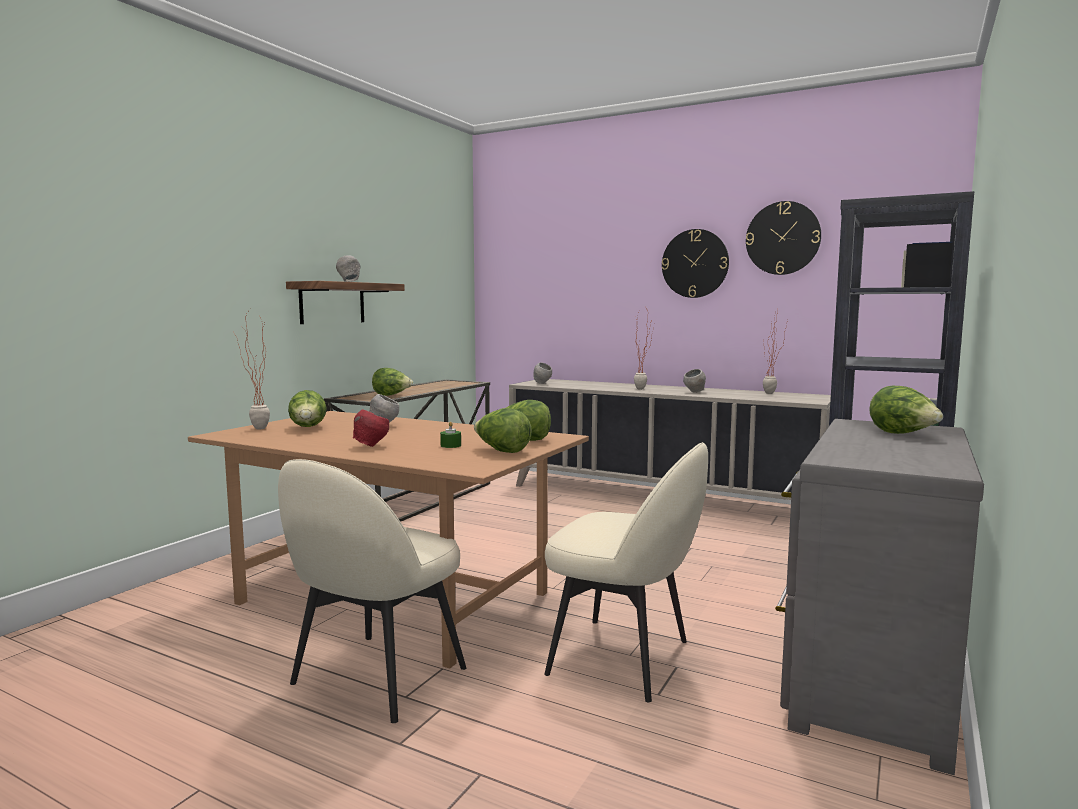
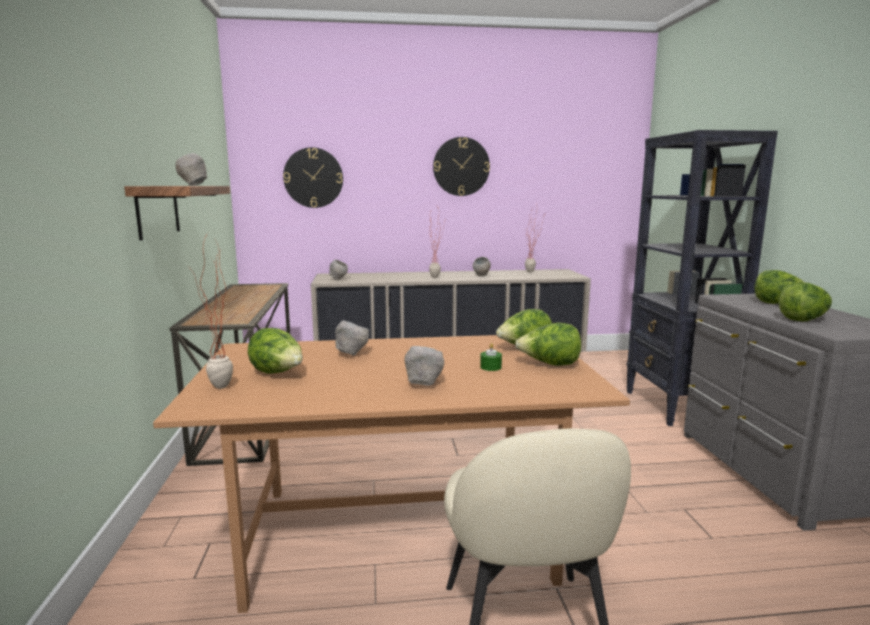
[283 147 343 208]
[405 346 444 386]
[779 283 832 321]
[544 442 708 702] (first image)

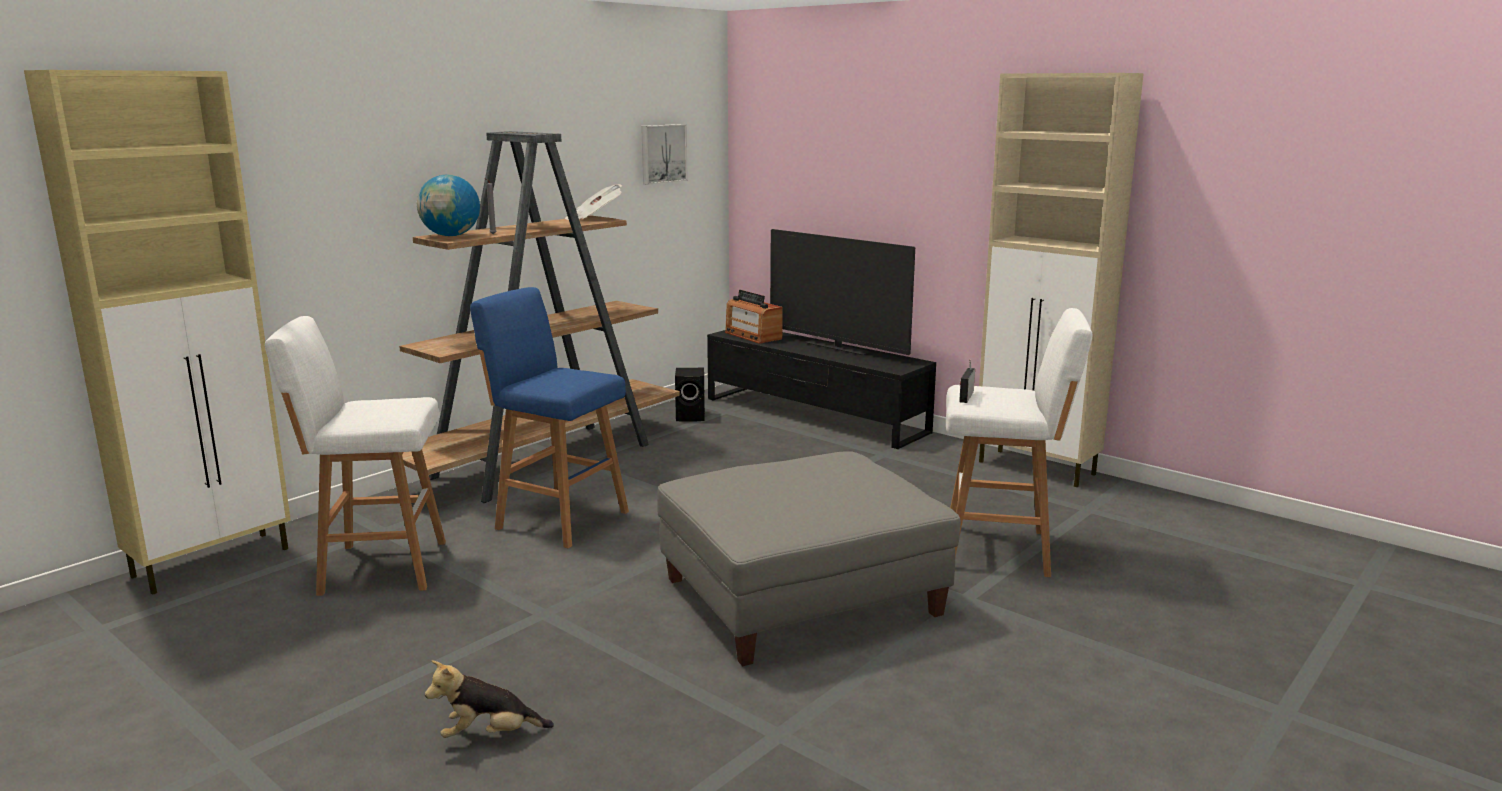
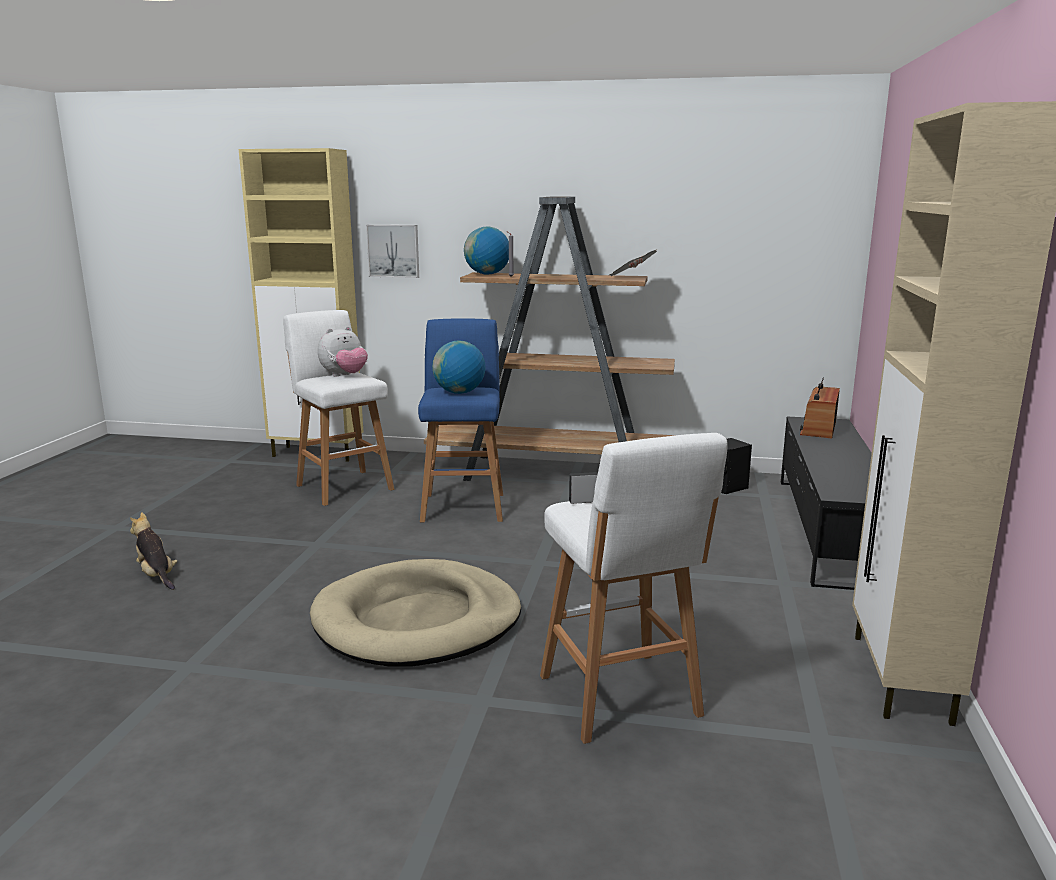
[310 559 521 667]
[318 326 368 376]
[366 224 419 278]
[432 340 485 394]
[770 229 915 355] (first image)

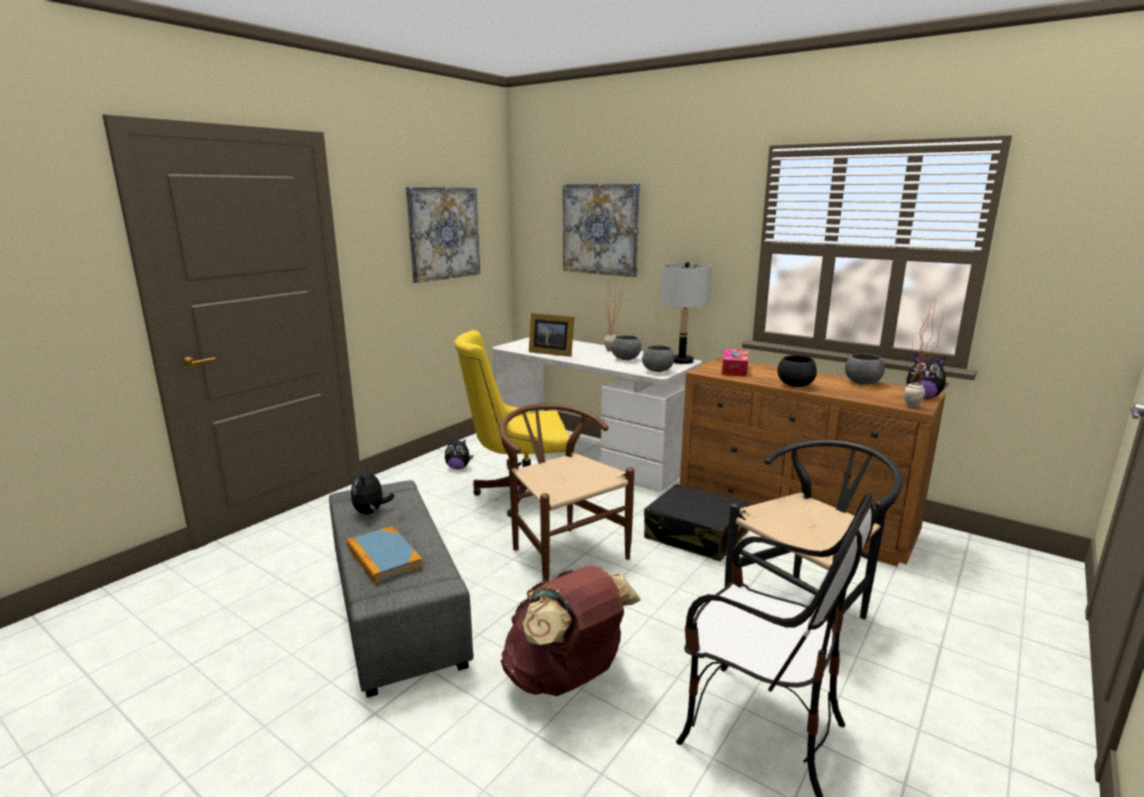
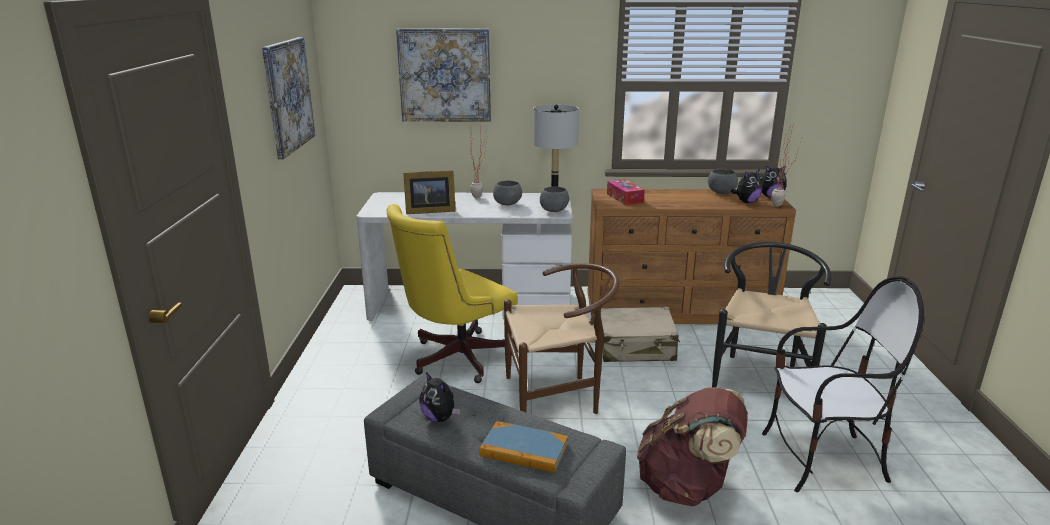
[504 263 620 414]
[601 307 680 362]
[731 169 762 203]
[777 355 817 387] (first image)

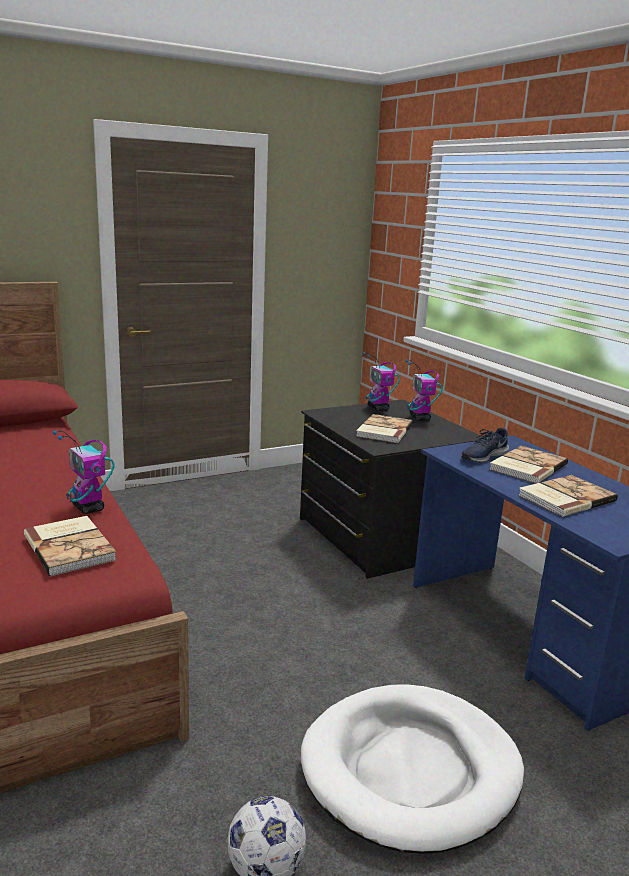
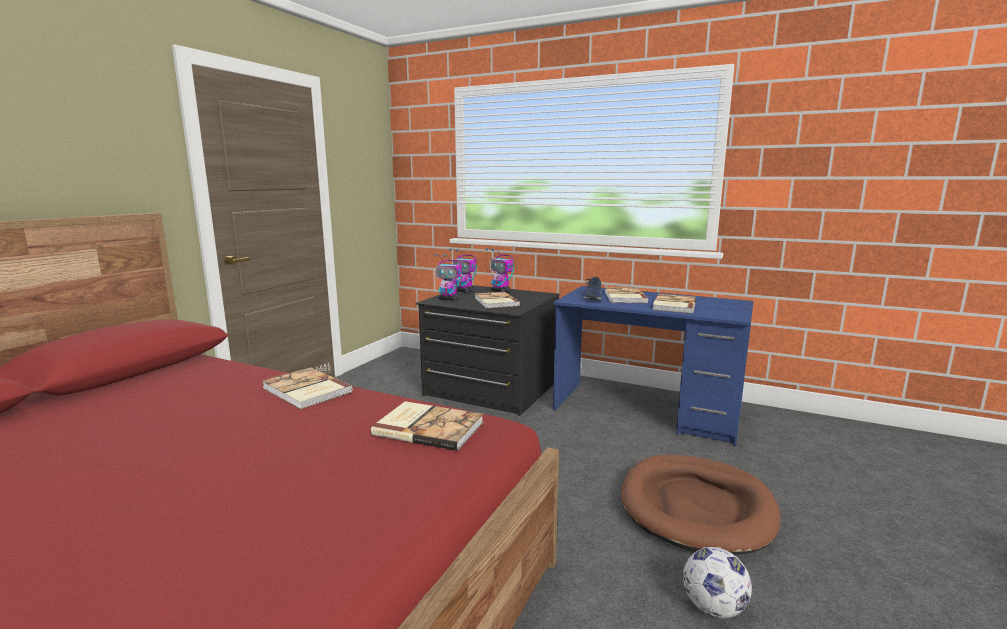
[262 367 352 410]
[434 254 462 301]
[621 455 781 555]

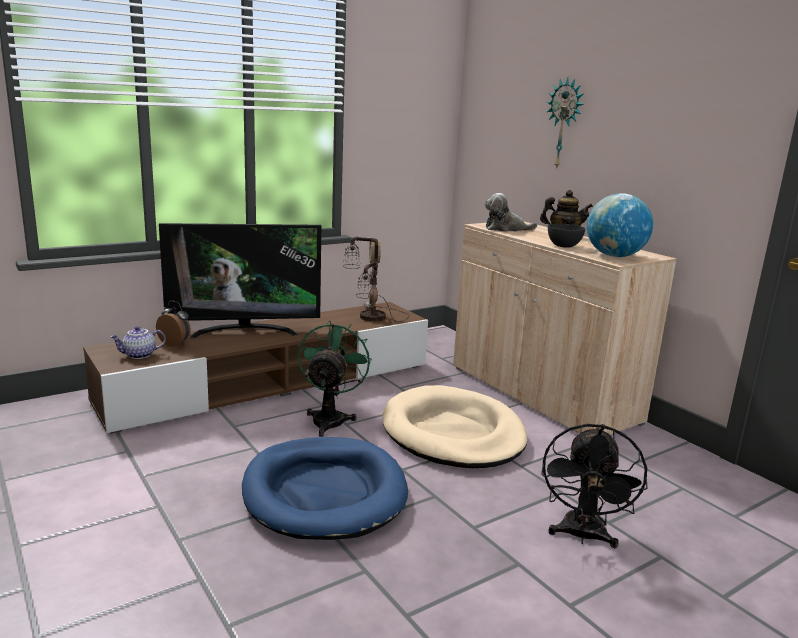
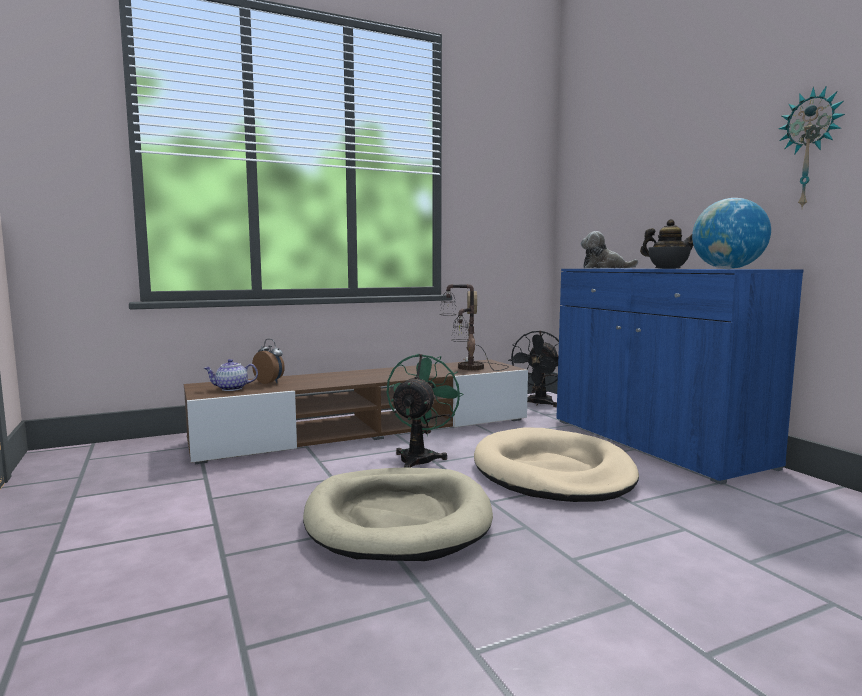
[303 467 493 561]
[508 331 559 407]
[556 269 803 484]
[779 86 845 210]
[159 223 321 339] (first image)

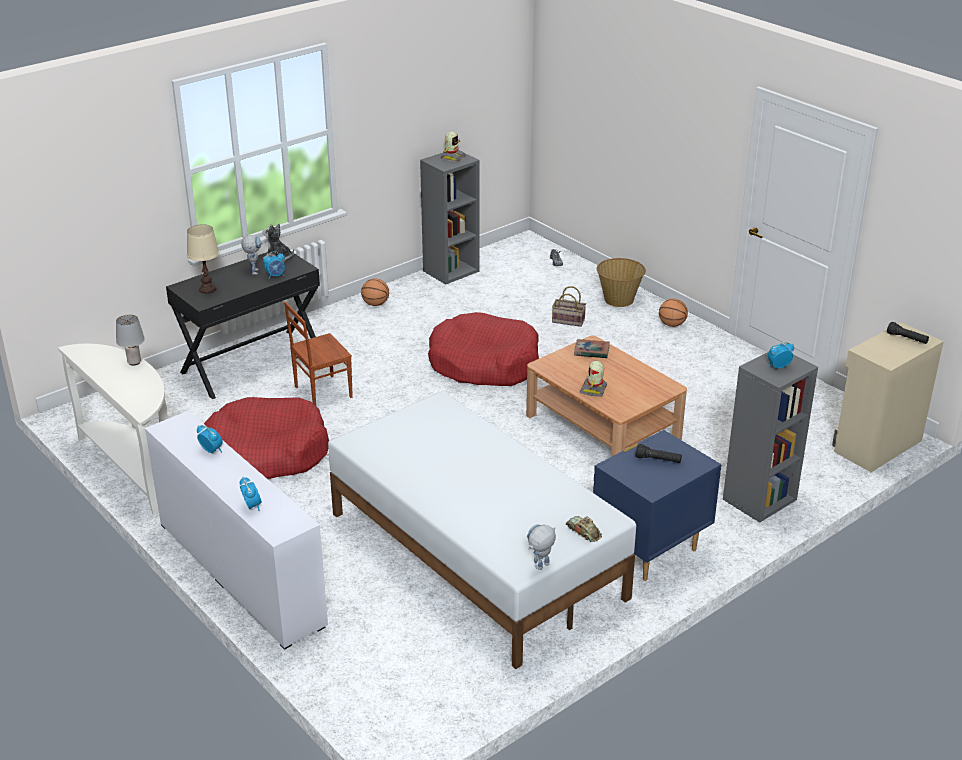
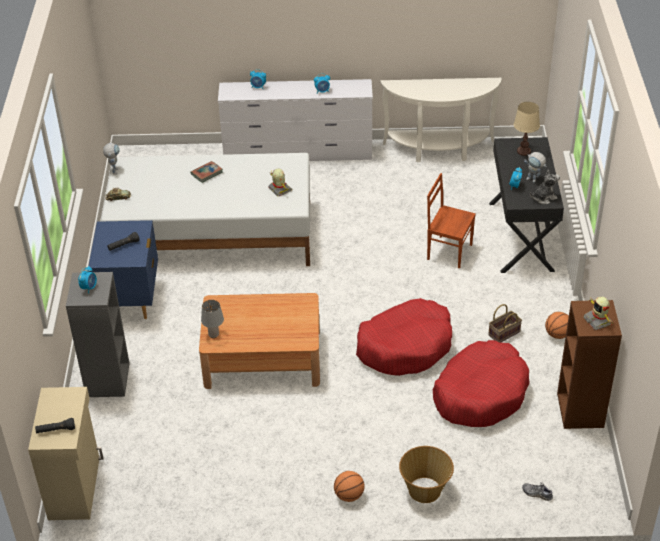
[190 161 223 183]
[201 300 224 338]
[268 169 292 197]
[427 173 476 268]
[433 340 530 427]
[488 304 522 343]
[557 300 622 429]

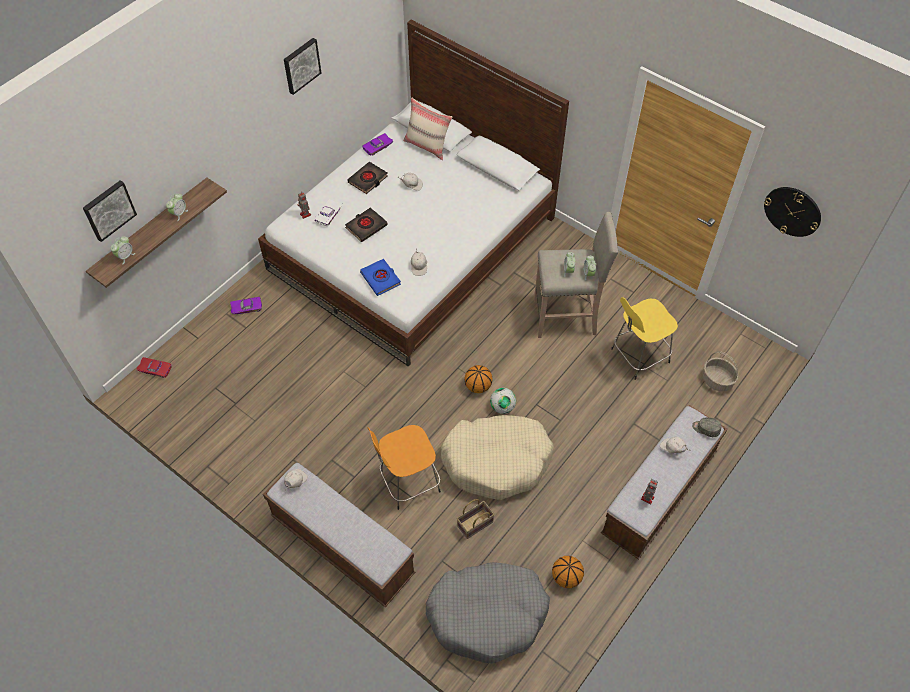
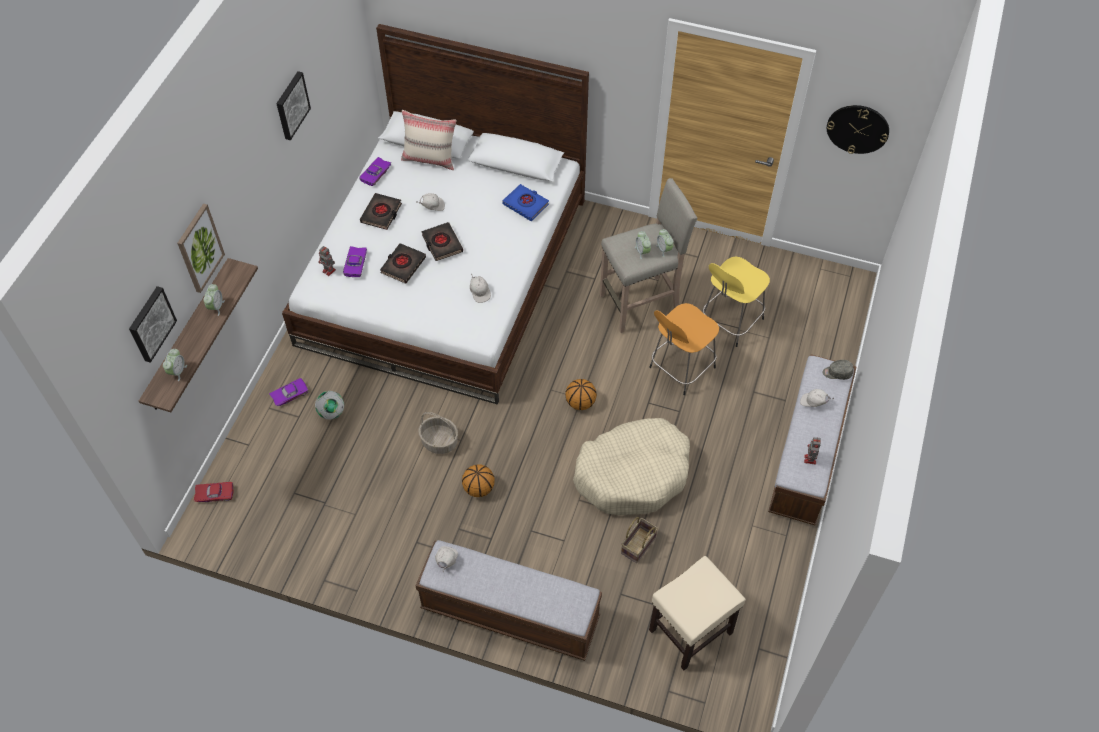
[177 204 225 293]
[315 391 344 420]
[343 246 367 277]
[418 412 458 454]
[421 222 463 261]
[462 464 495 497]
[502 184 549 221]
[649 303 719 395]
[649 556 746 670]

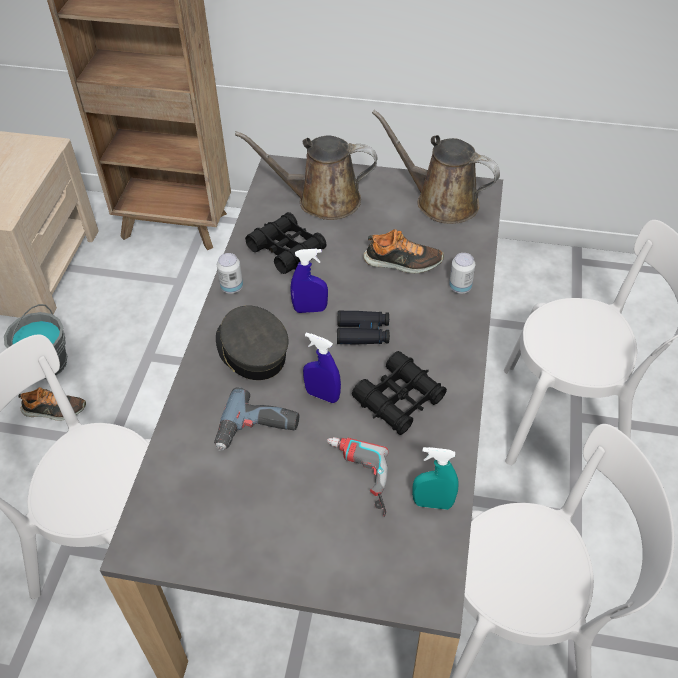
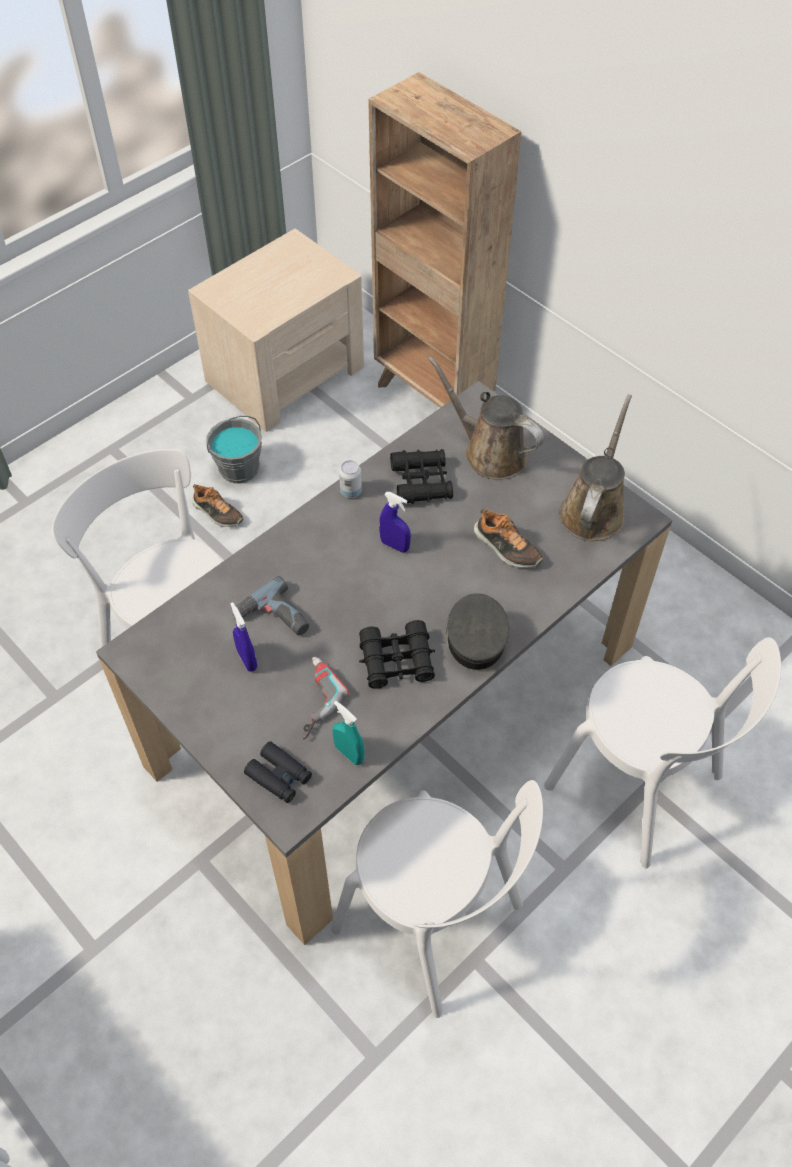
[230 602 257 672]
[244 741 312 803]
[446 593 509 670]
[559 395 632 541]
[449 253 475 294] (first image)

